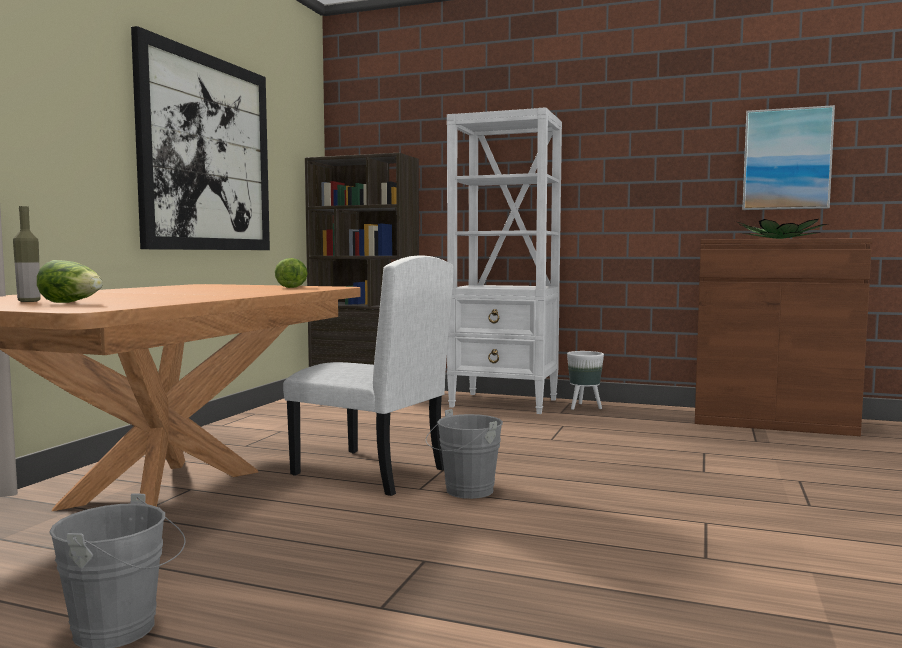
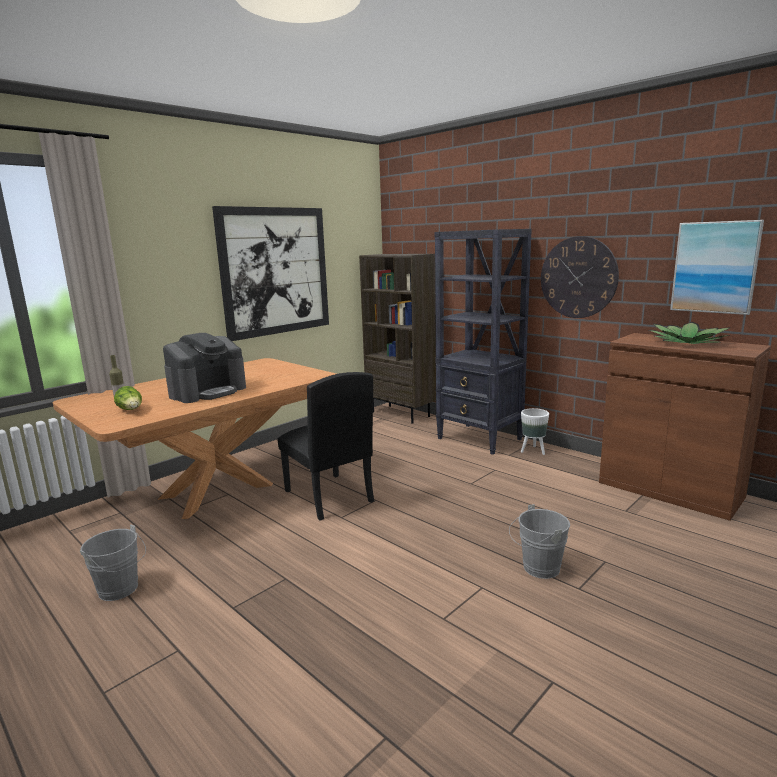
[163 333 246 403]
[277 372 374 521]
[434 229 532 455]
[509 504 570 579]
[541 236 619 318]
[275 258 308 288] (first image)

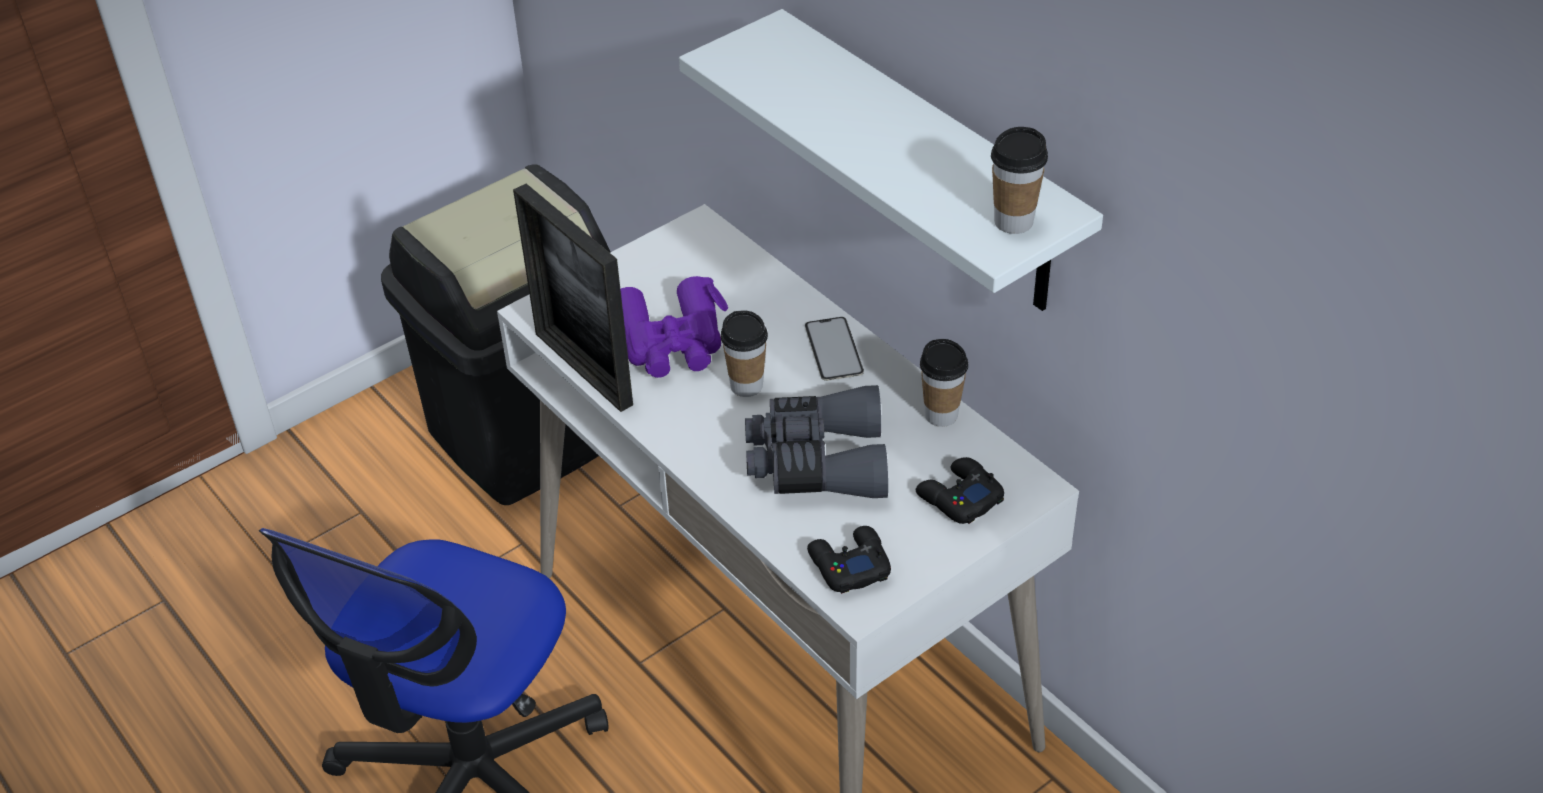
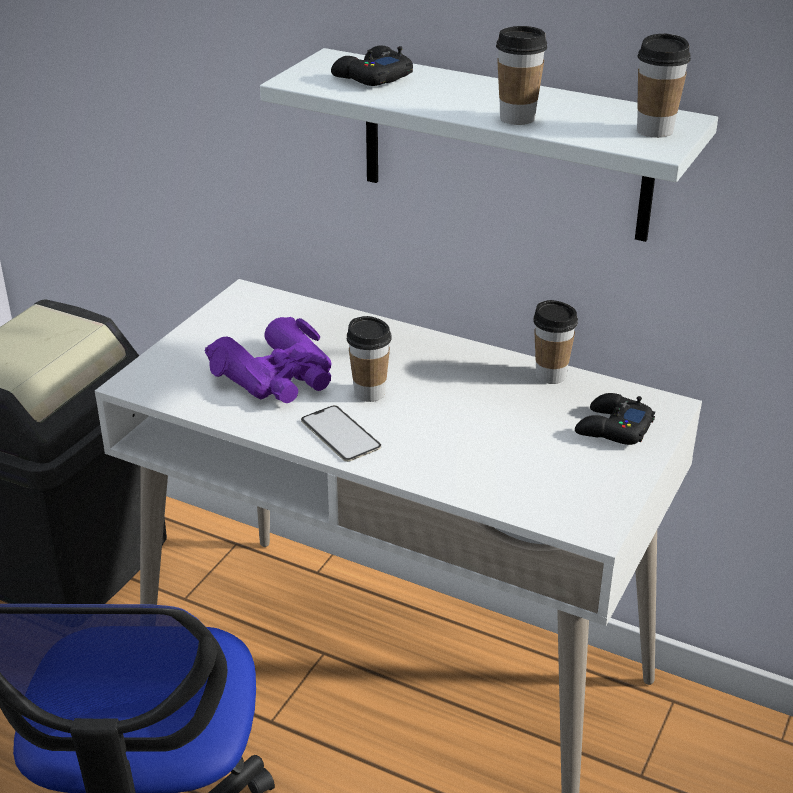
[301 405 381 462]
[331 46 413 86]
[496 26 547 125]
[513 183 633 412] (first image)
[745 385 888 498] (first image)

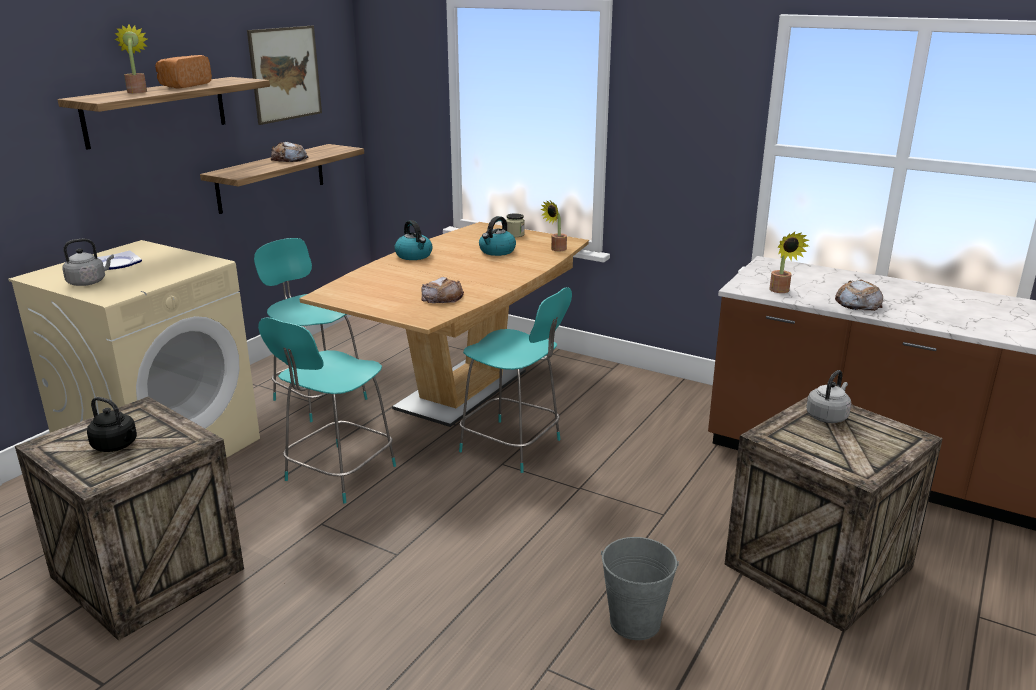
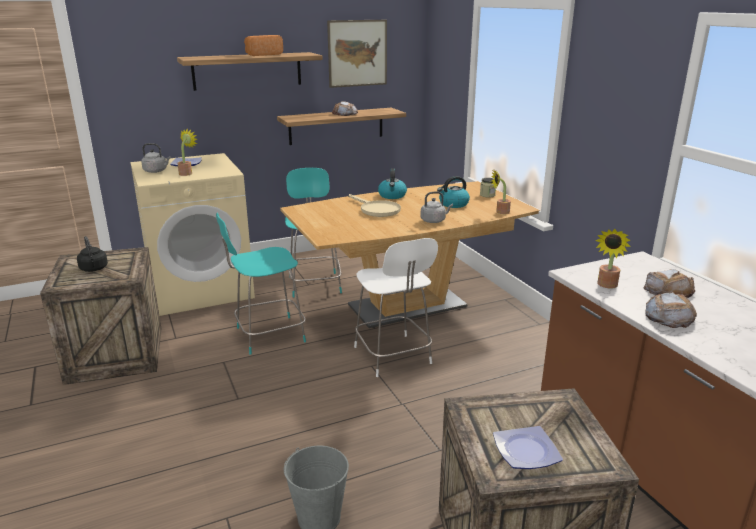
[177 128 197 176]
[348 194 401 217]
[354 238 438 377]
[420 192 453 223]
[493 426 563 469]
[644 269 695 298]

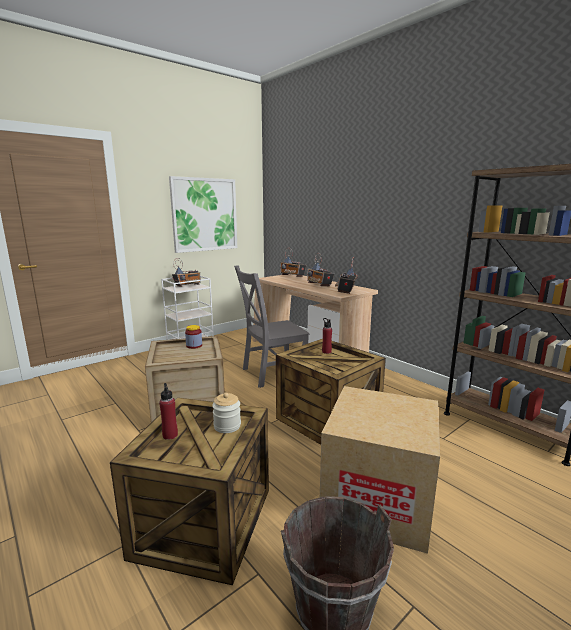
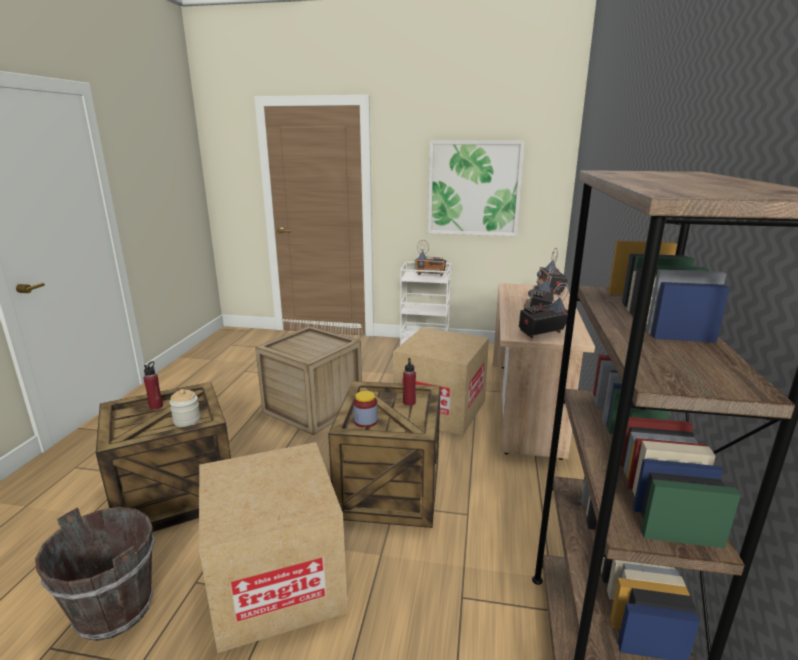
[353 391 378 428]
[393 327 489 436]

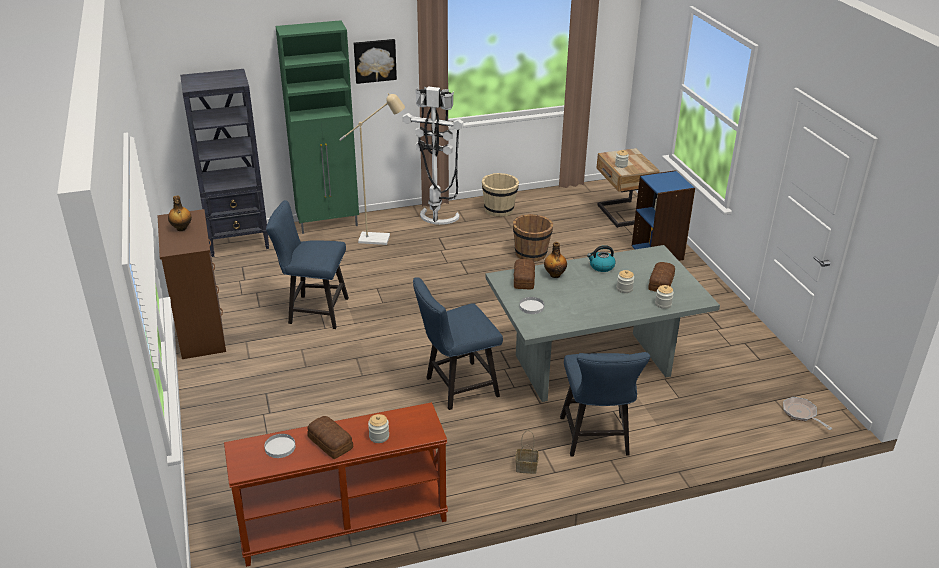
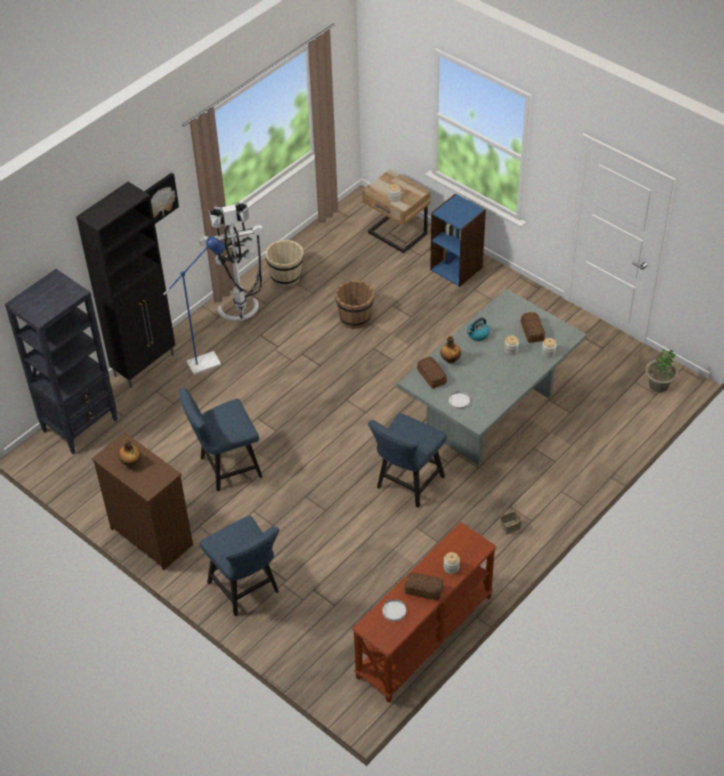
[76 182 175 388]
[163 236 225 375]
[200 516 279 616]
[645 349 678 393]

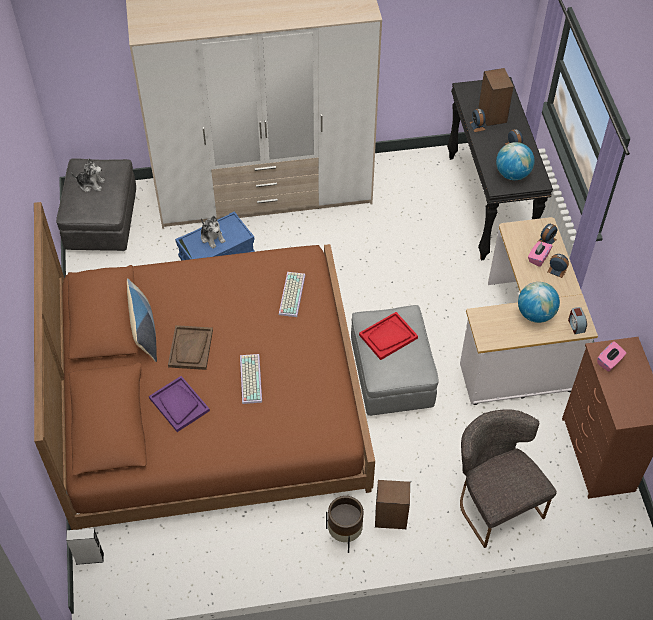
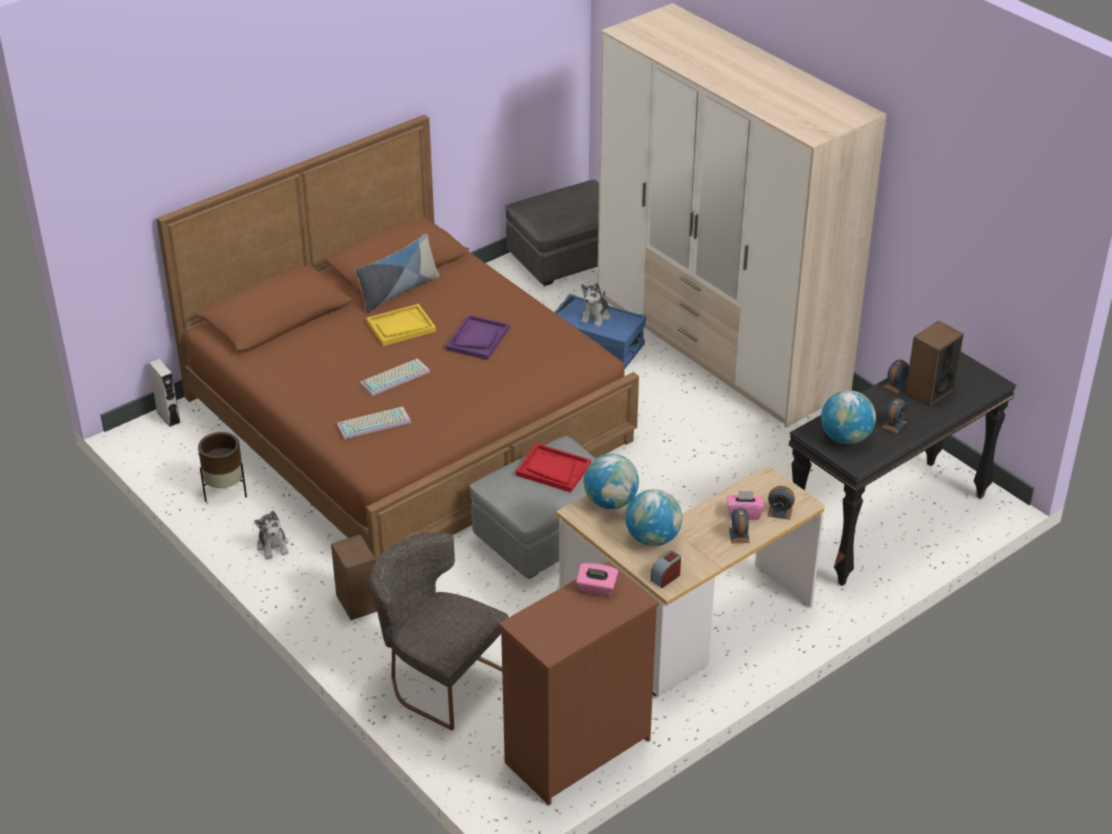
[198 432 247 502]
[254 511 289 560]
[337 407 411 439]
[367 304 436 346]
[369 533 508 731]
[446 314 510 360]
[583 454 639 509]

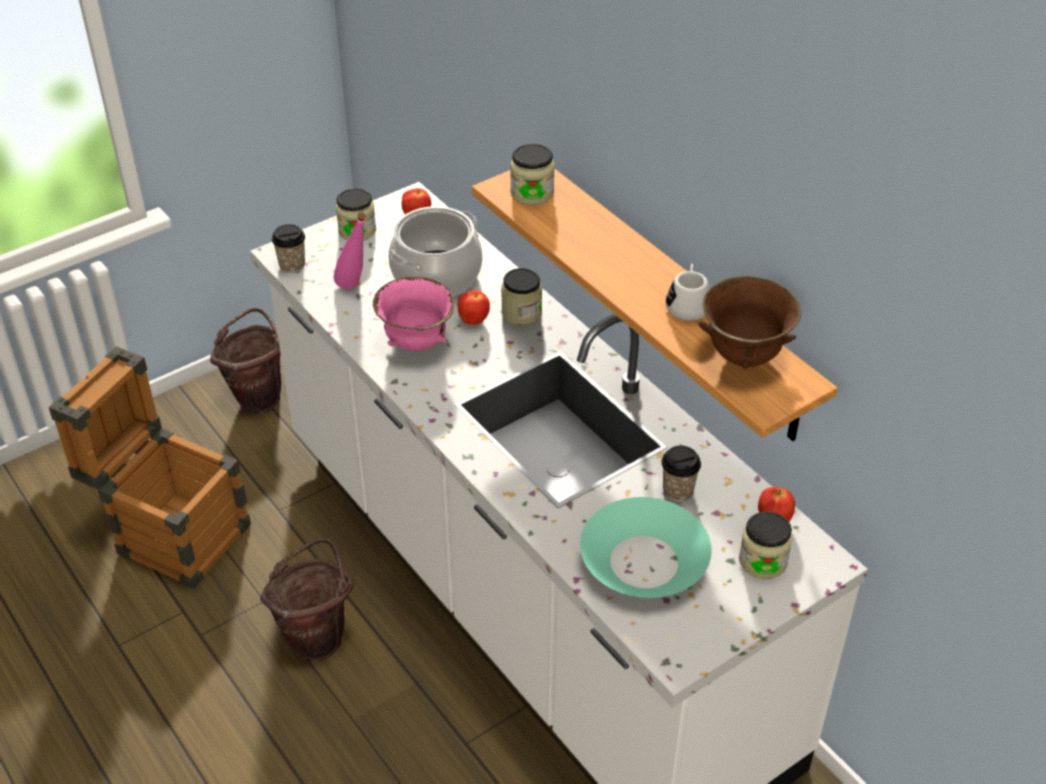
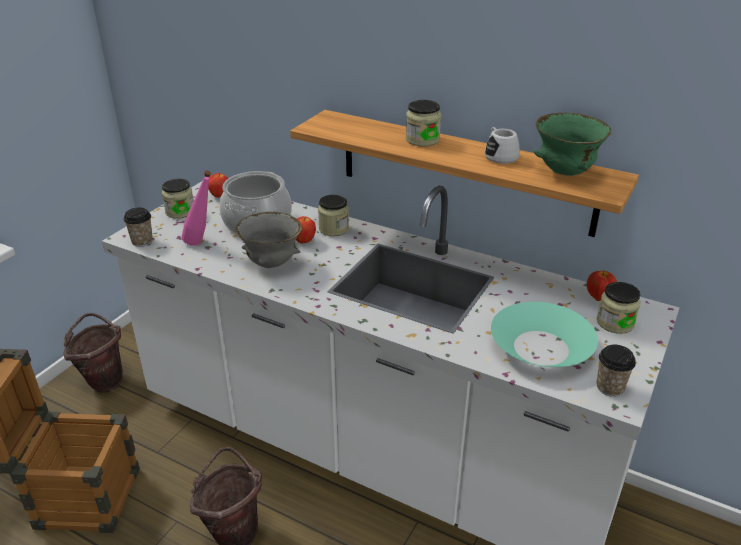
[235 212 302 268]
[406 100 441 147]
[534 113 611 176]
[597 345 636 397]

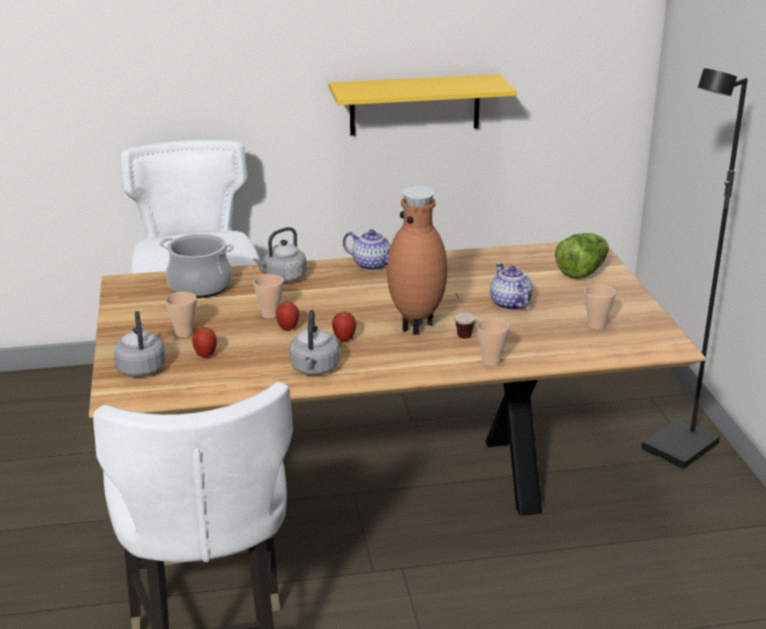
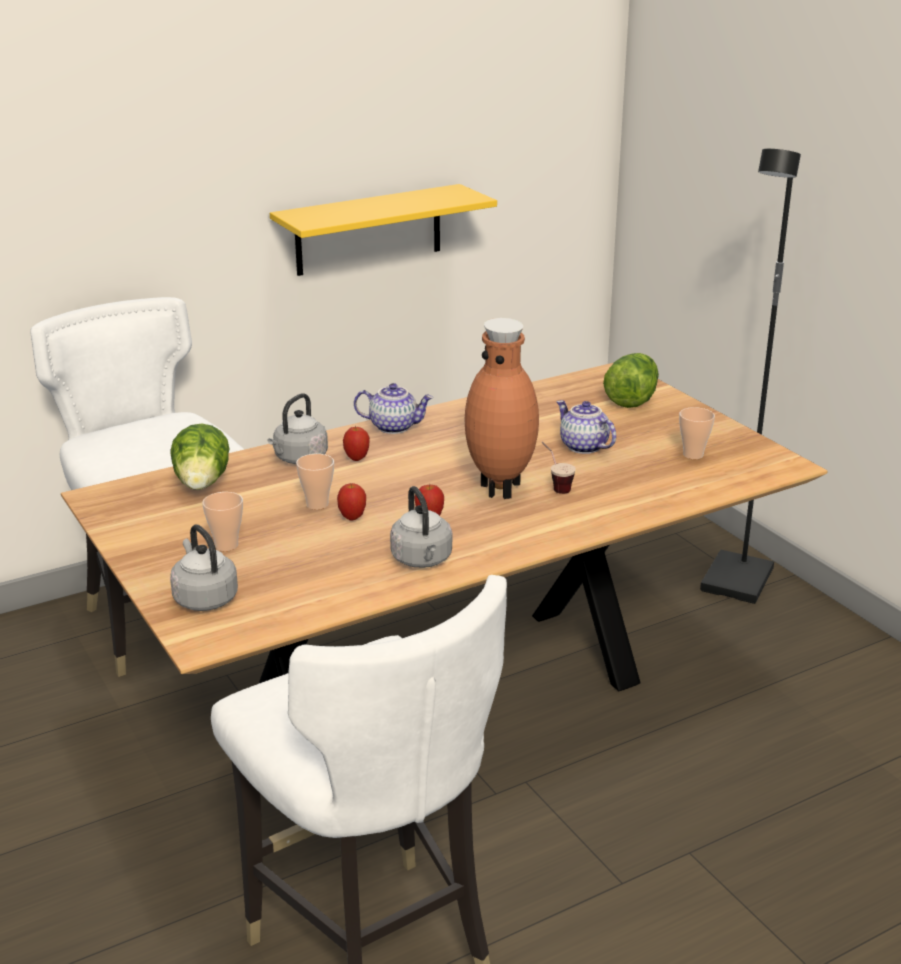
[170 423 230 490]
[343 426 370 461]
[477 318 509 366] (first image)

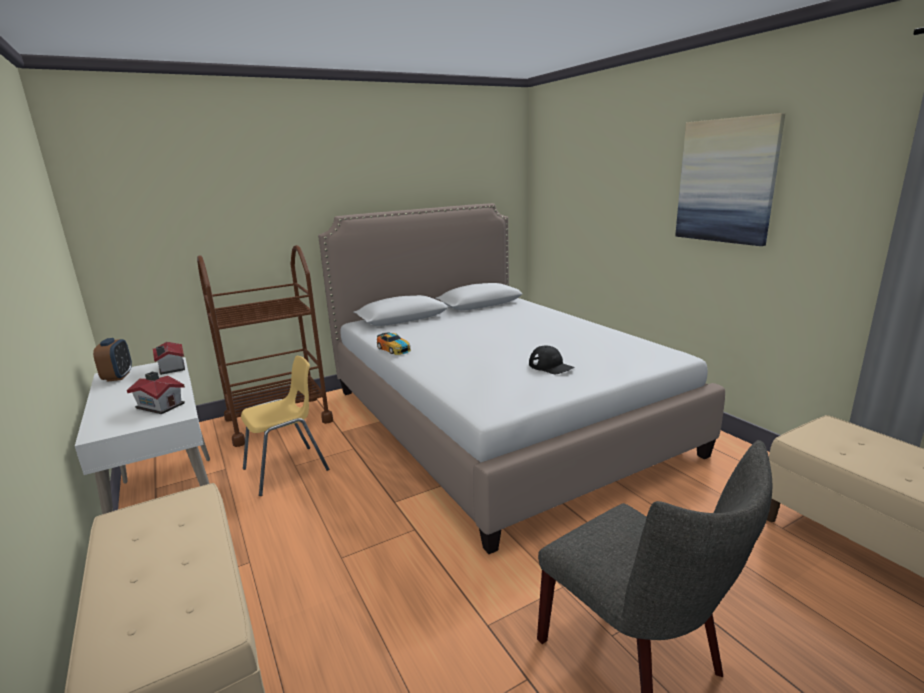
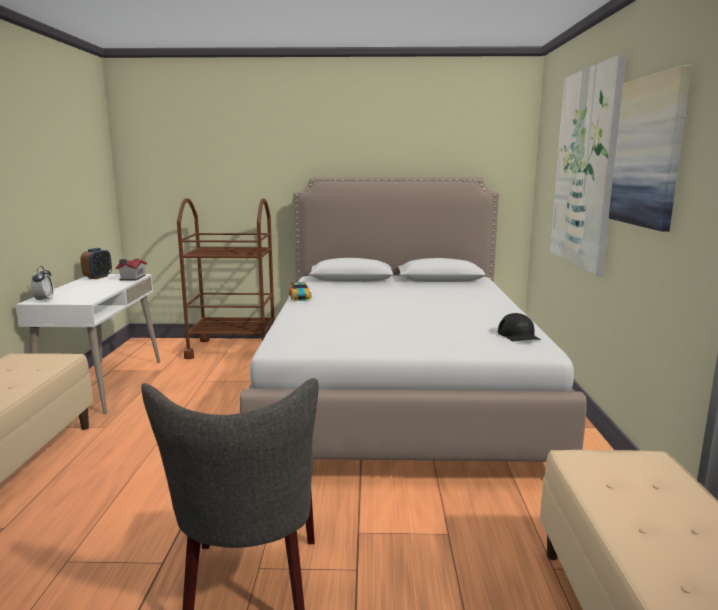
[31 266 54 302]
[498 313 541 341]
[550 54 626 276]
[127 372 185 414] (first image)
[241 356 329 496] (first image)

